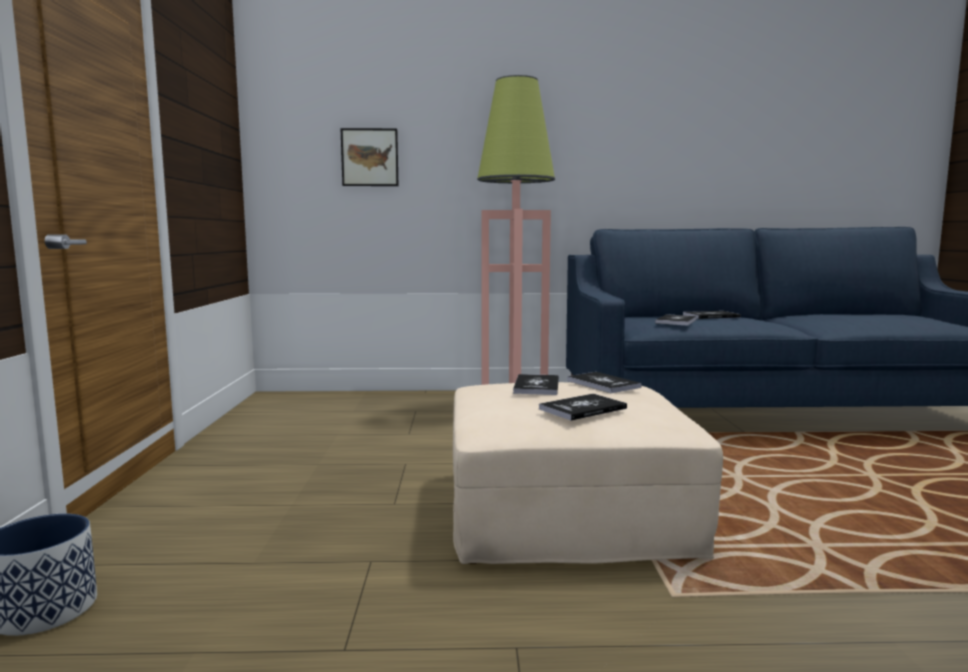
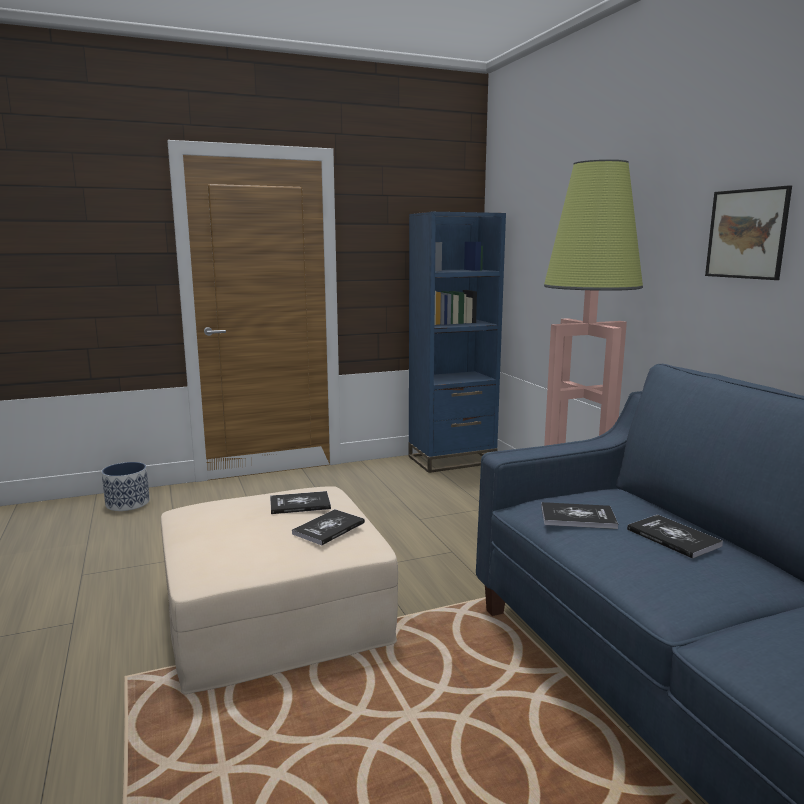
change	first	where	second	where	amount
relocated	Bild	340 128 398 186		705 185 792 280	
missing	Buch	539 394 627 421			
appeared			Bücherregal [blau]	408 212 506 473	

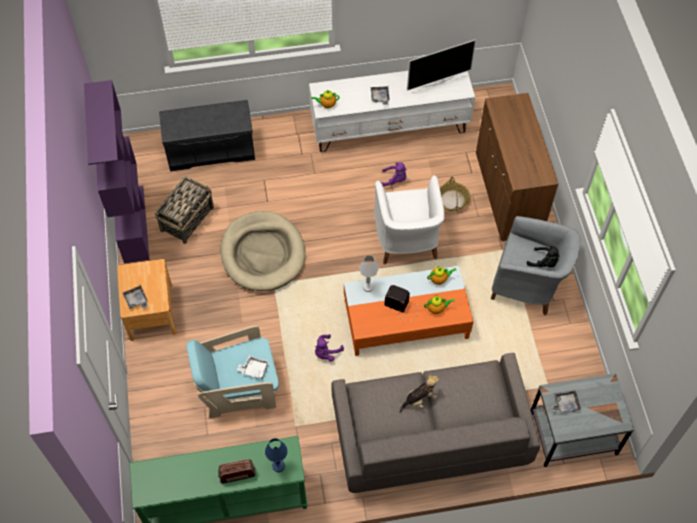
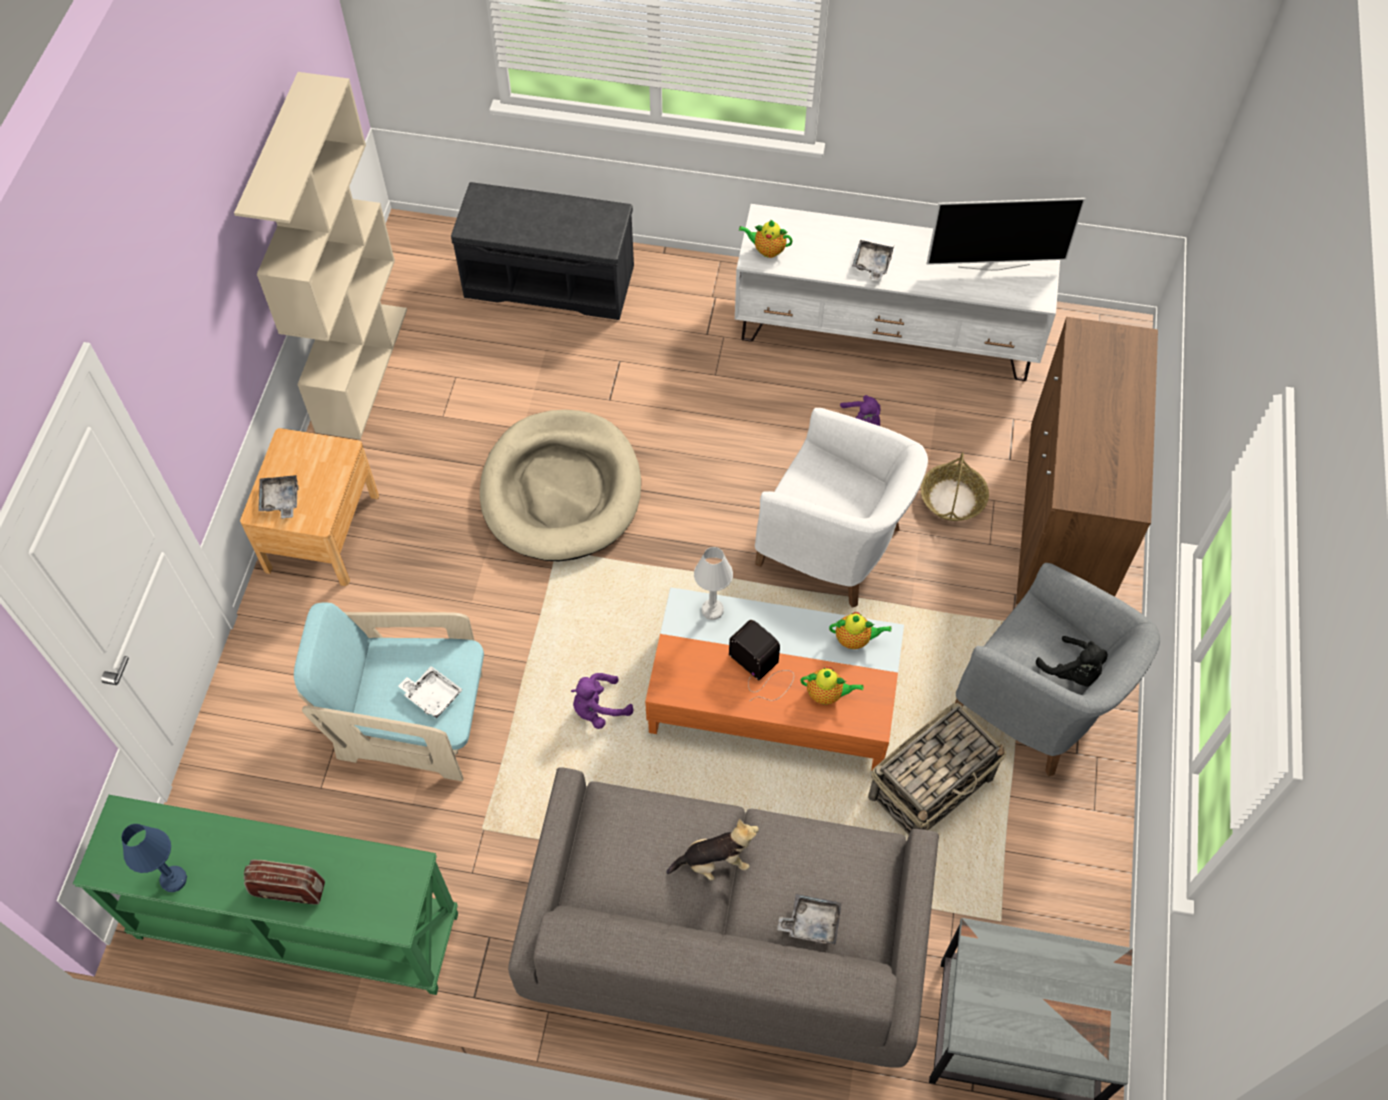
change	first	where	second	where	amount
colour	Bücherregal [lila]	84 80 149 263	Bücherregal [beige]	234 72 407 440	
spun	Sessel [weiß]	374 175 444 264		755 408 928 608	75 degrees counterclockwise
relocated	Korb	155 176 214 244		868 703 1006 835	
relocated	Tablett [grau]	551 390 581 413		777 894 842 945	
relocated	Tischlampe [blau]	265 438 288 472		121 824 187 892	

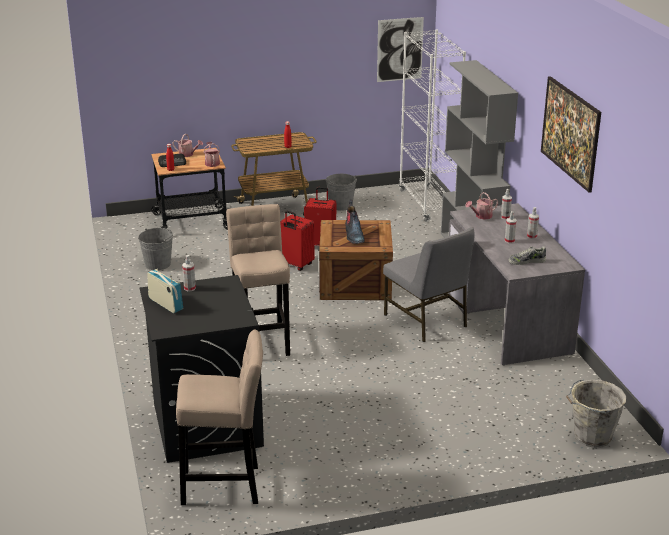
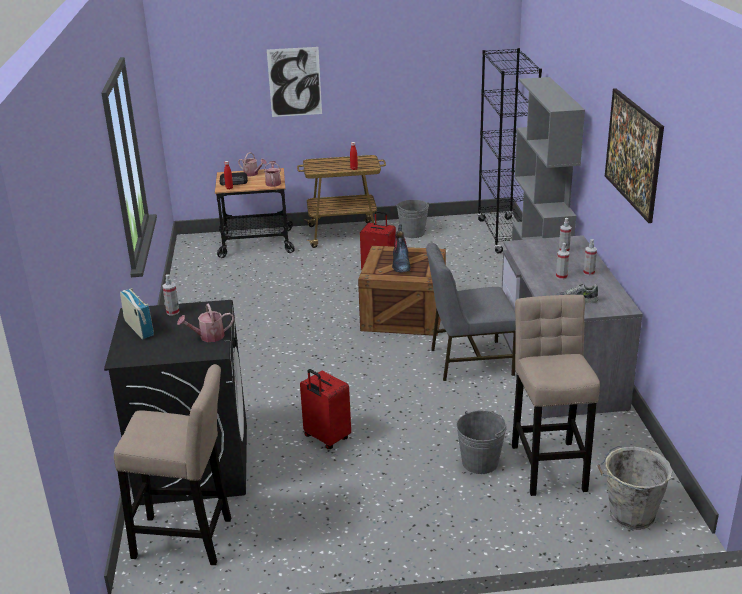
change	first	where	second	where	amount
relocated	Bild	377 17 424 82		267 47 322 117	
colour	Bücherregal [weiß]	399 29 466 222	Bücherregal [schwarz]	477 48 542 253	
relocated	Gießkanne	465 192 498 220		177 303 234 342	
relocated	Hocker [beige]	226 204 290 356		512 295 600 496	
relocated	Koffer [rot]	280 211 315 271		300 369 351 449	
spun	Stuhl [grau]	383 227 475 342		426 243 516 381	105 degrees clockwise
relocated	Eimer [grau]	138 228 173 270		456 410 507 474	

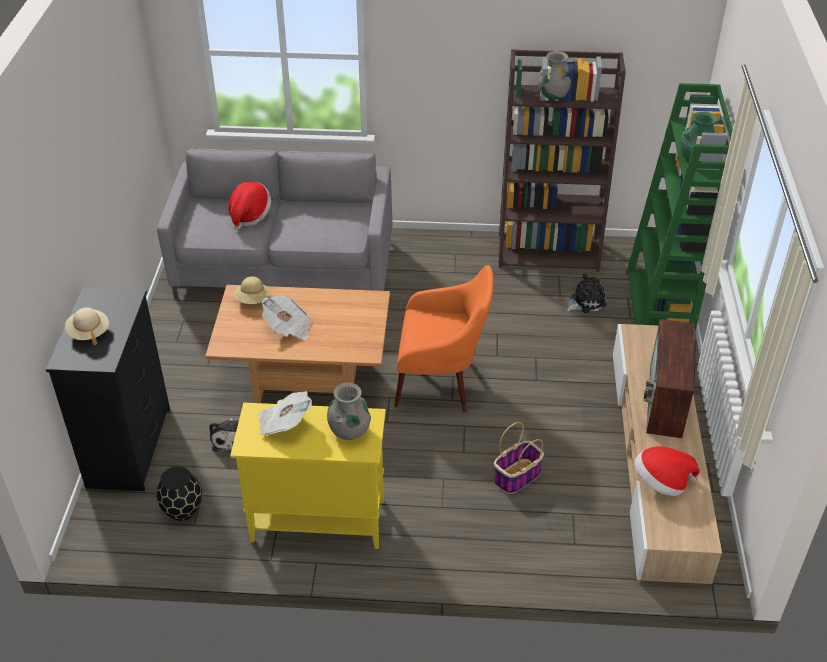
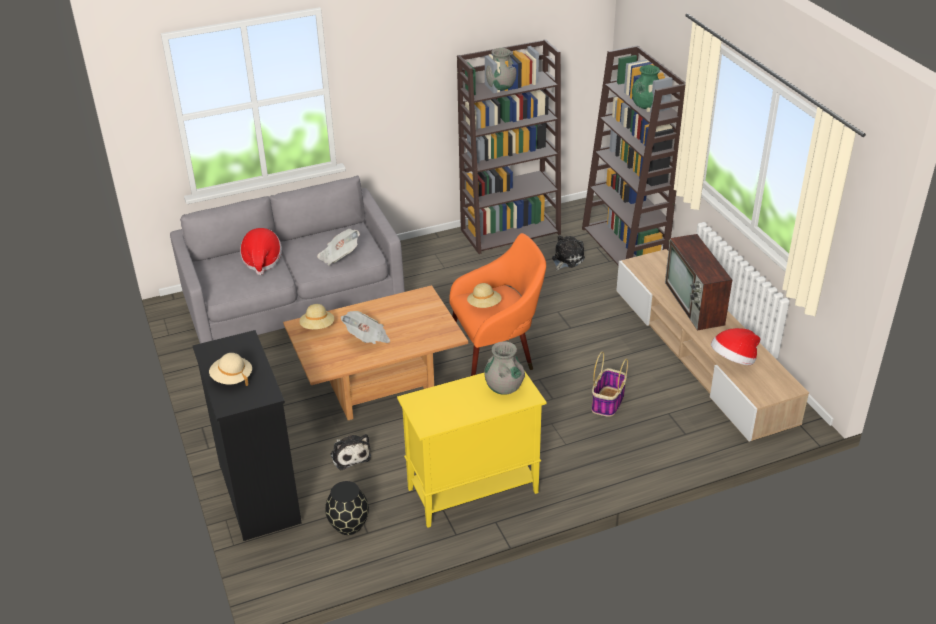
change	first	where	second	where	amount
colour	Bücherregal [grün]	626 83 733 332	Bücherregal [braun]	582 45 686 266	
relocated	Zeitung	258 391 312 435		317 229 360 265	
appeared			Hut [beige]	467 283 502 308	

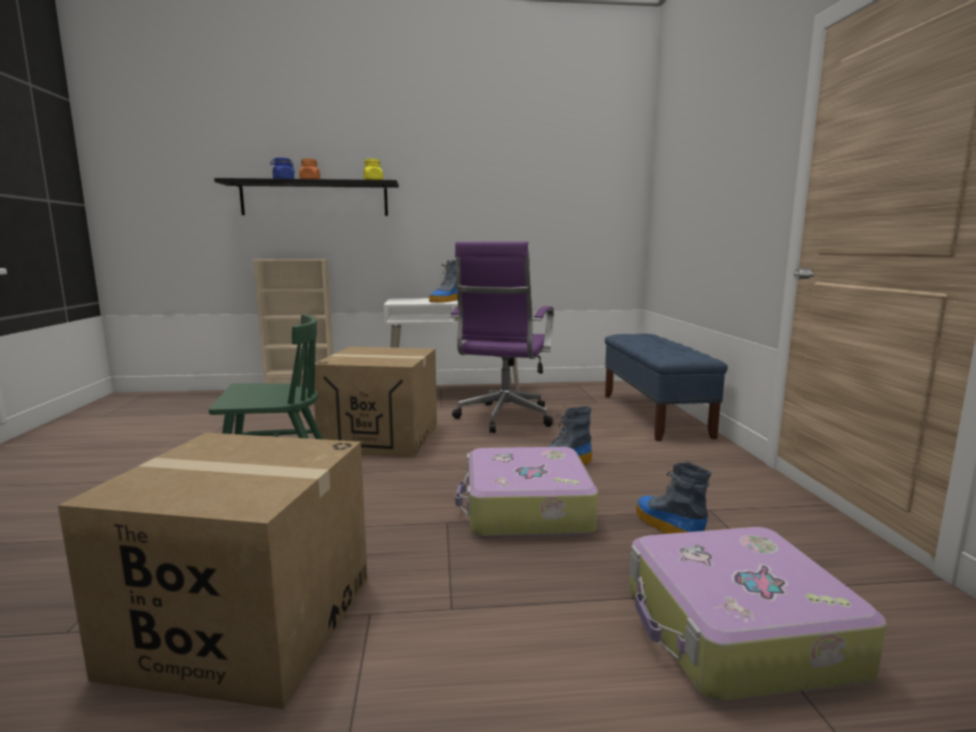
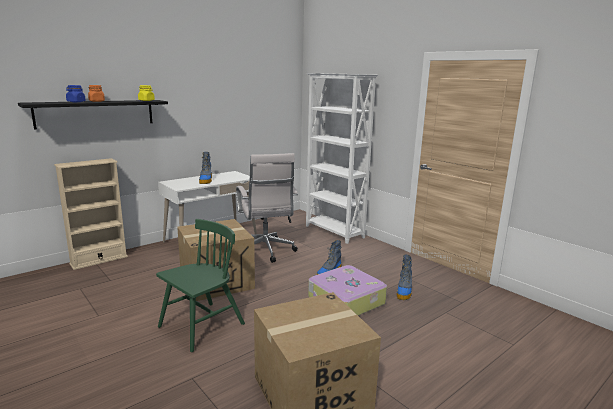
change	first	where	second	where	amount
colour	Bürostuhl [lila]	450 242 554 433	Bürostuhl [weiß]	236 153 298 263	
exchanged	Bank [blau]	605 334 728 441	Bücherregal [weiß]	306 73 378 244	
spun	Stiefel	636 462 712 534		397 255 412 300	105 degrees counterclockwise
missing	Koffer	629 527 887 701			

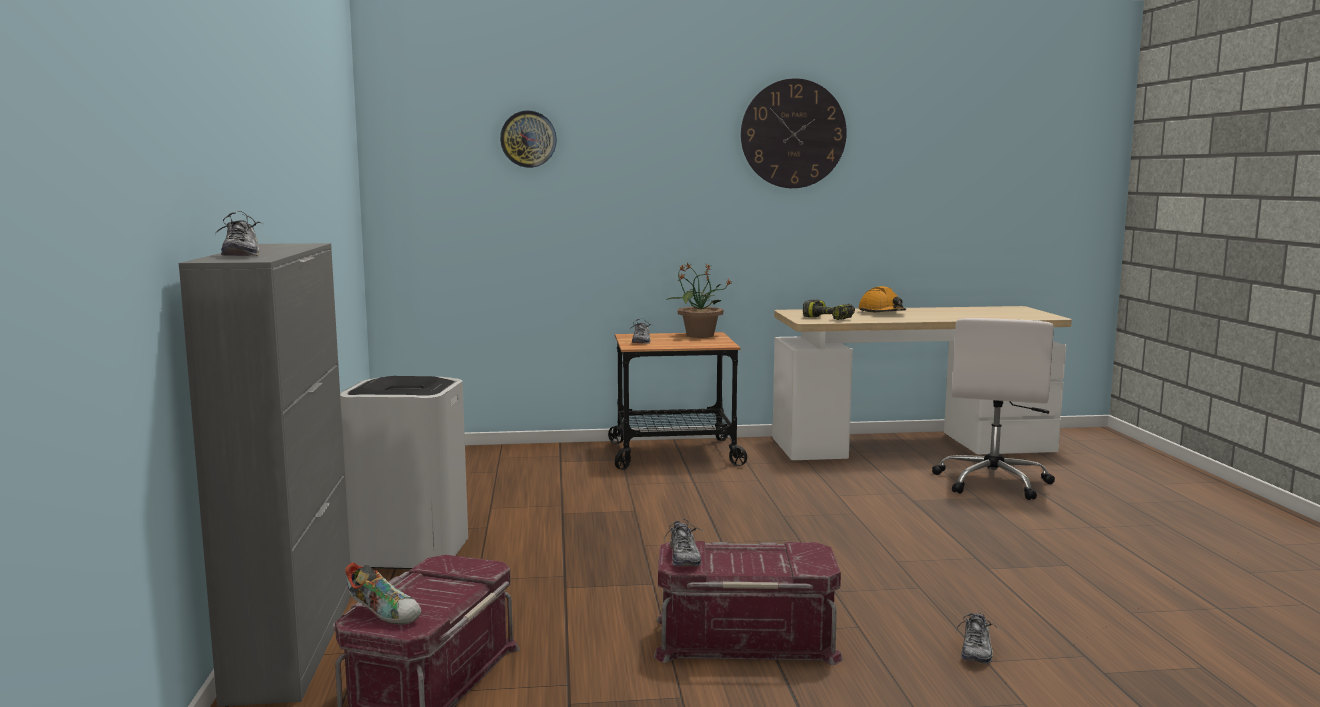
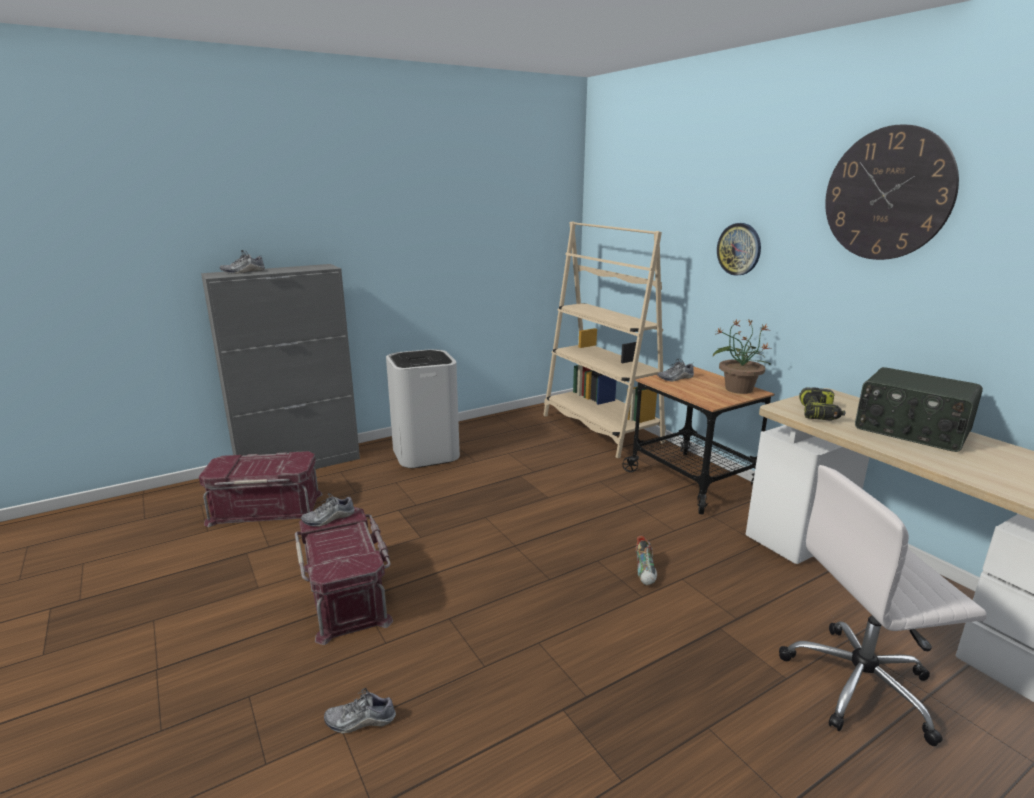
change	first	where	second	where	amount
relocated	Wanduhr	500 111 557 168		717 223 761 276	
exchanged	Schutzhelm [orange]	858 286 906 312	Radio	855 367 983 452	
relocated	Schuh	345 563 422 625		636 536 657 585	
appeared			Bücherregal [beige]	543 221 666 458	

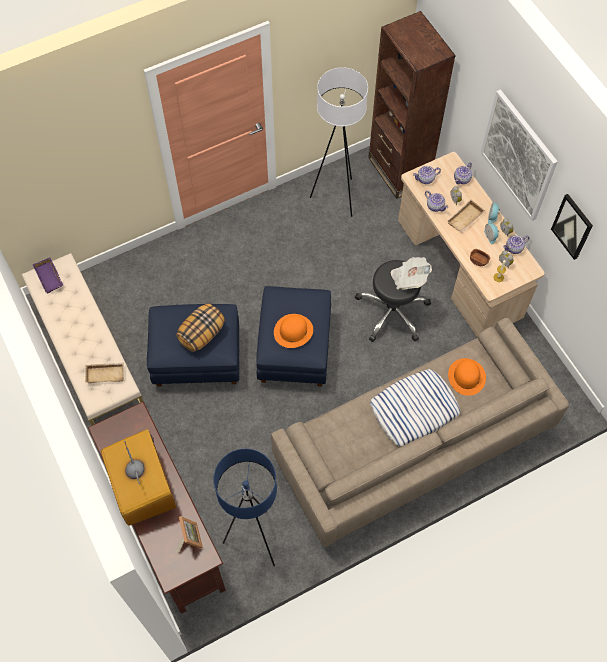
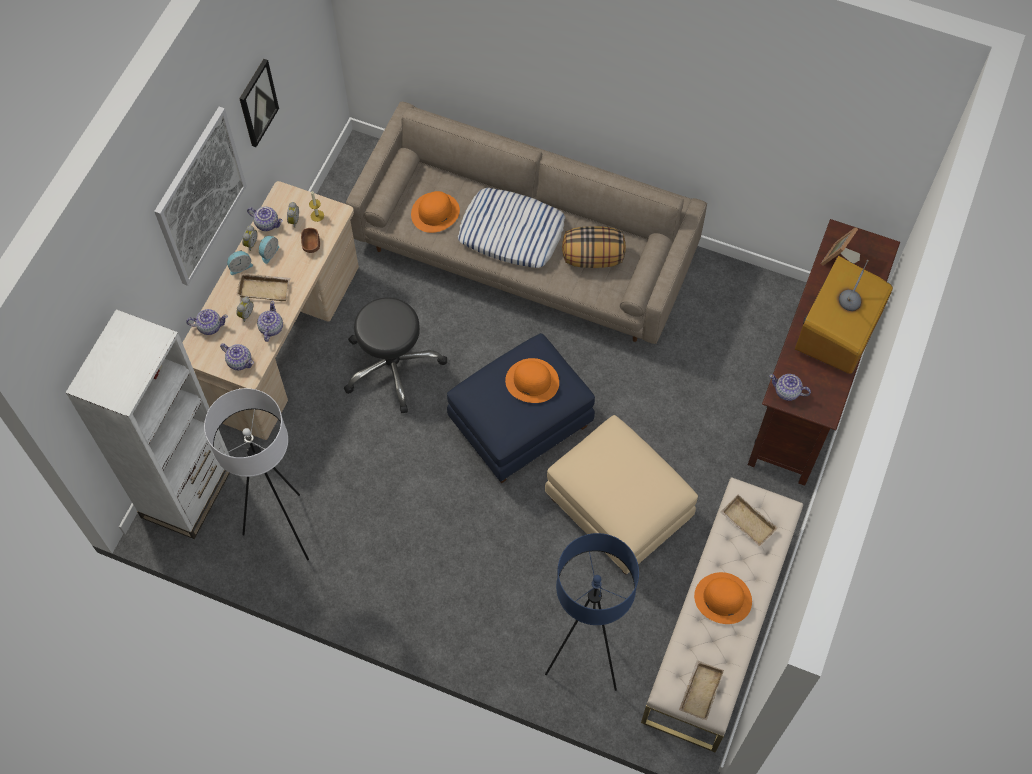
change	first	where	second	where	amount
colour	Bücherregal [braun]	368 11 456 199	Bücherregal [weiß]	65 309 230 539	
colour	Tablett [lila]	33 257 64 293	Tablett [beige]	679 660 724 720	
missing	Zeitung	391 257 432 290			
relocated	Kissen	176 303 225 352		562 226 626 268	
colour	Polsterhocker [blau]	147 304 240 387	Polsterhocker [beige]	545 415 698 575	
relocated	Stehlampe [blau]	213 449 277 566		545 533 639 691	
appeared			Teekanne	769 374 811 401	
appeared			Hut [orange]	694 572 752 624	

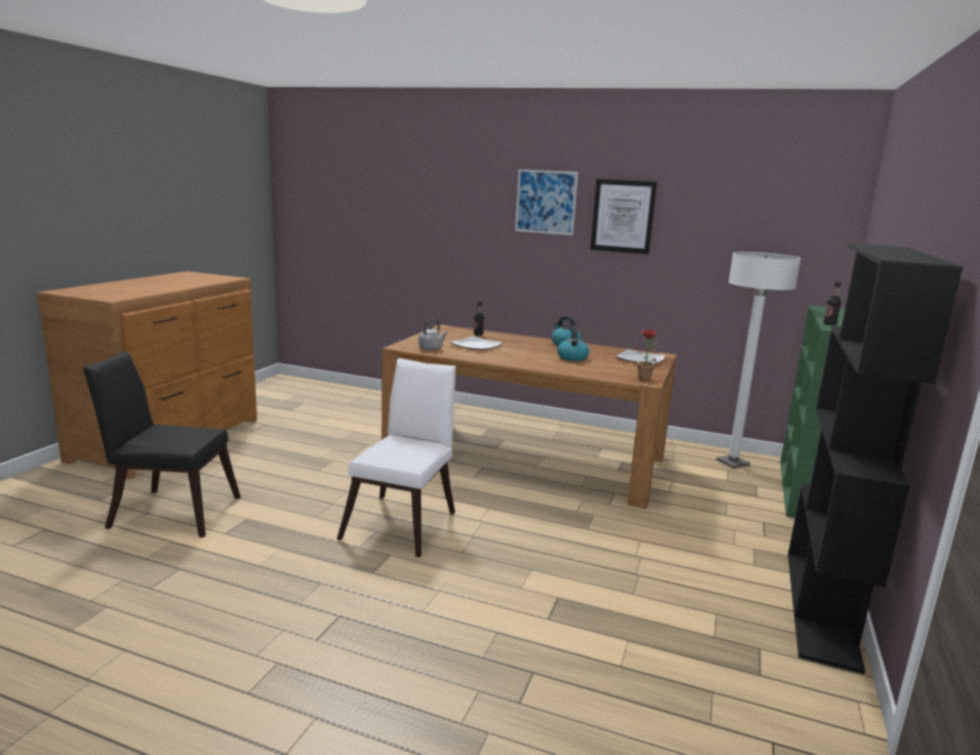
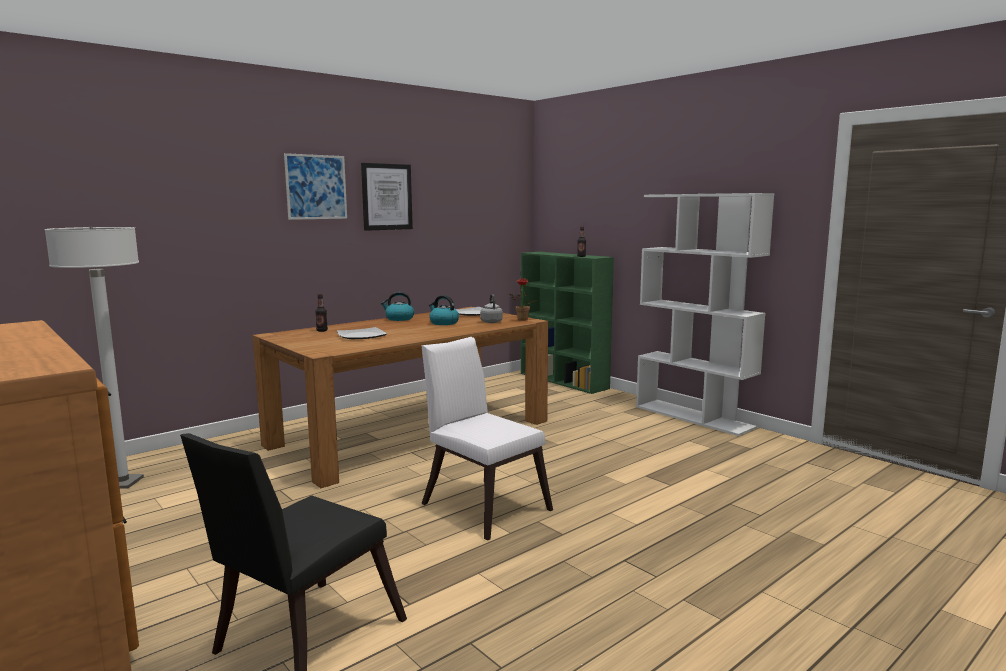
change	first	where	second	where	amount
colour	Bücherregal [schwarz]	788 243 963 674	Bücherregal [weiß]	636 193 774 436	
relocated	Stehlampe [weiß]	716 252 801 468		44 227 144 489	
relocated	Wasserkessel [grau]	419 319 448 350		480 294 503 323	

